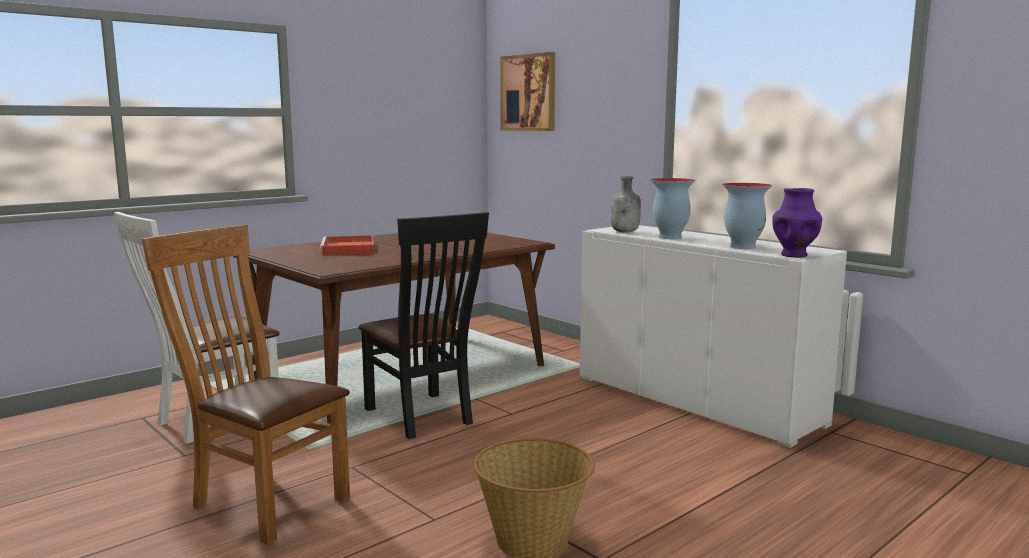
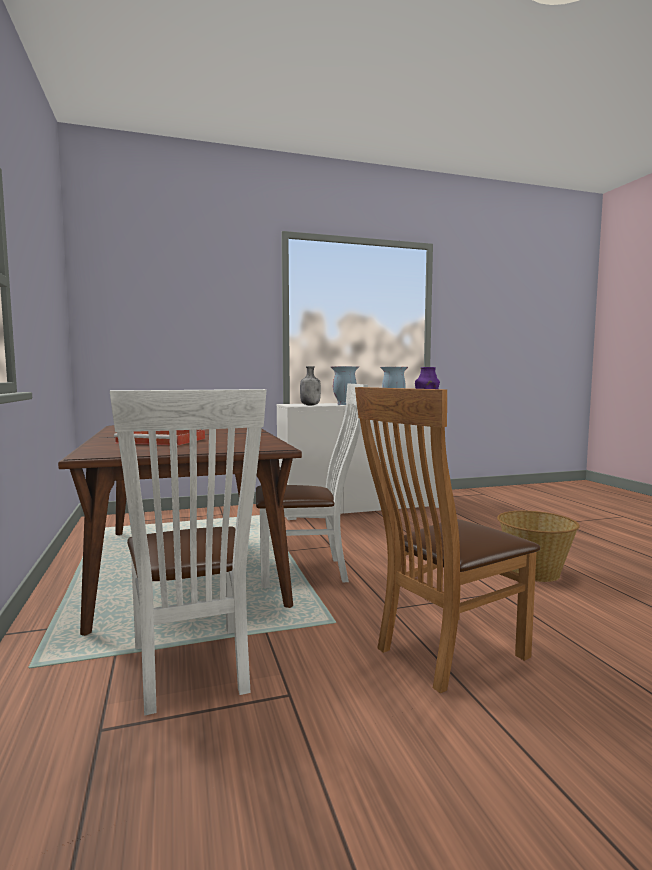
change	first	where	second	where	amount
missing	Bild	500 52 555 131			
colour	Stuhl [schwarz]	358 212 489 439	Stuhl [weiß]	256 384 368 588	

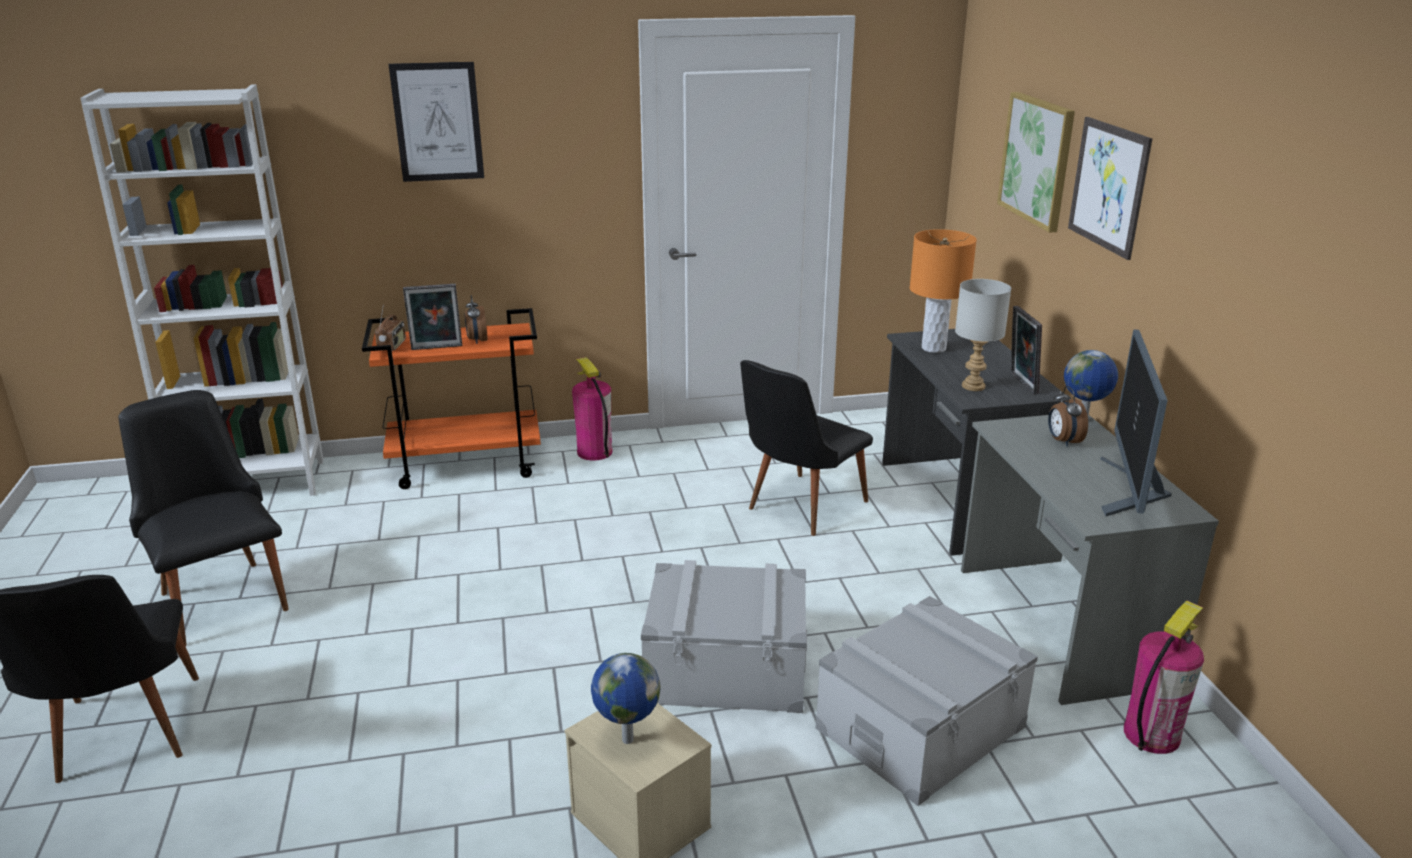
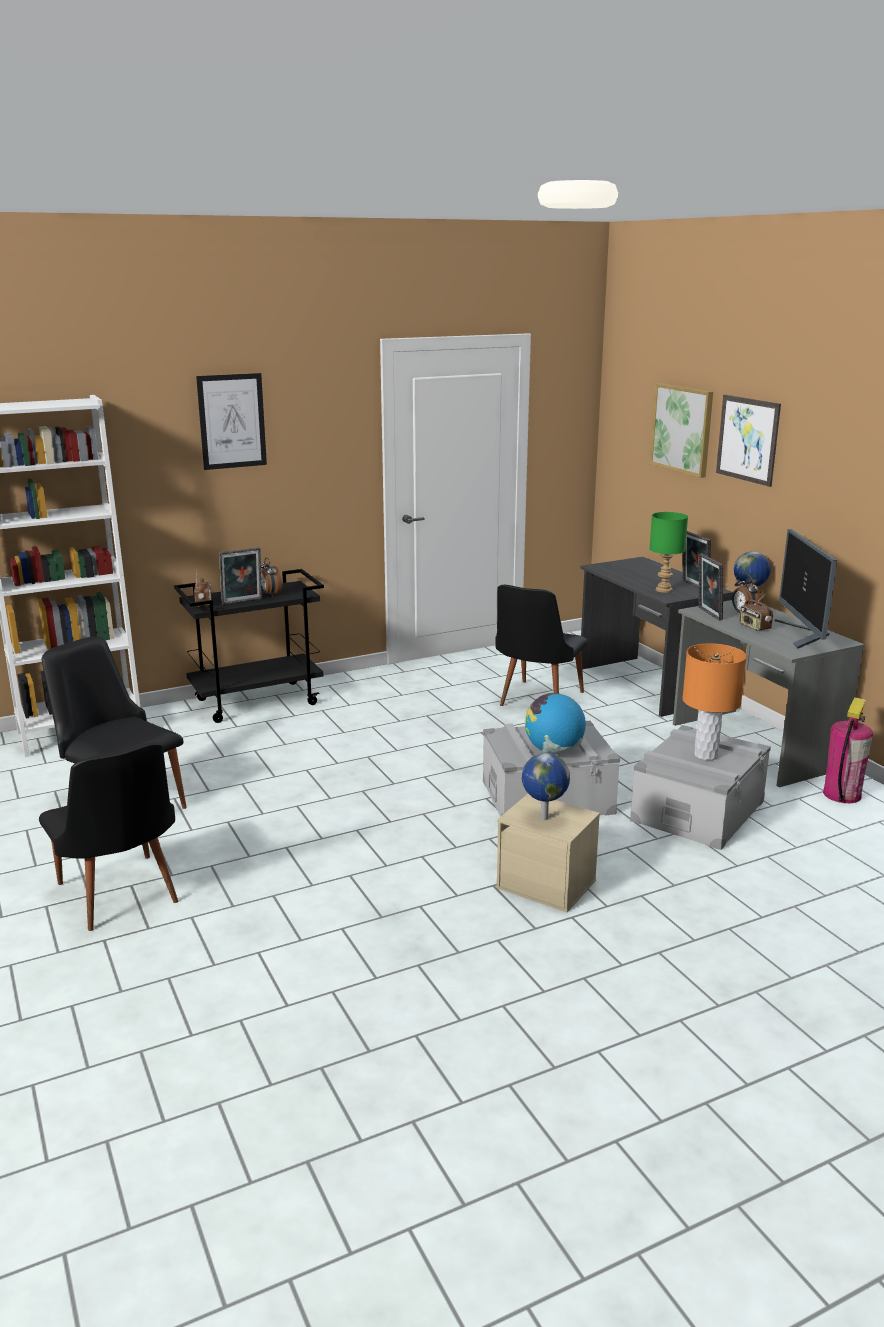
change	first	where	second	where	amount
relocated	Tischlampe [orange]	910 229 977 353		682 643 747 760	
colour	Tischlampe [grau]	955 279 1011 391	Tischlampe [grün]	649 512 688 593	
colour	Rollwagen [orange]	362 308 541 489	Rollwagen [schwarz]	174 569 324 723	
missing	Feuerlöscher	572 357 612 460			
appeared			Bilderrahmen	699 554 723 620	
appeared			Radio	739 592 773 631	
appeared			Globus	525 693 586 755	

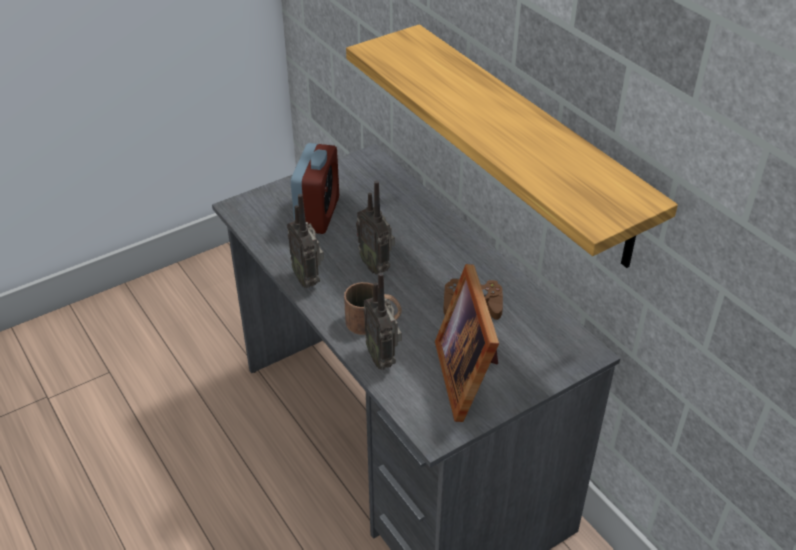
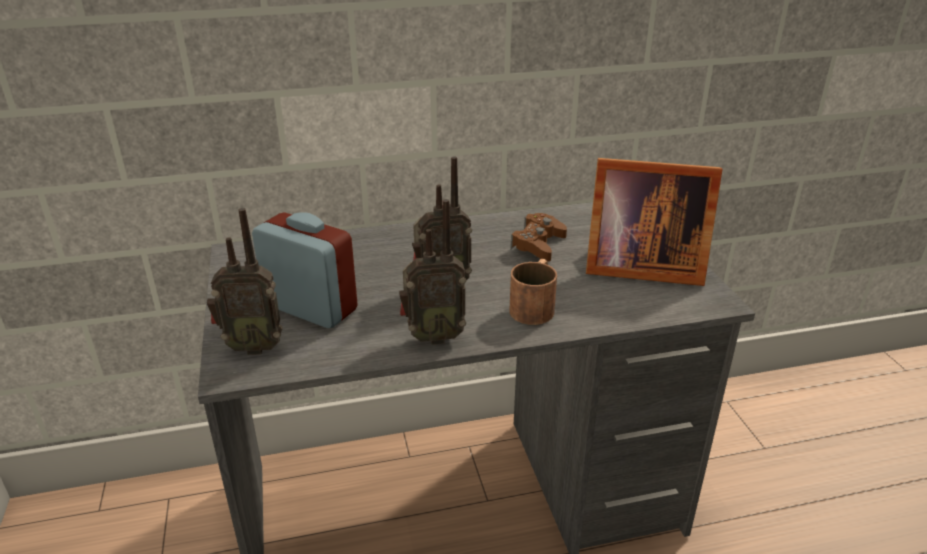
change	first	where	second	where	amount
missing	Wandregal	346 24 678 268			
relocated	Radio	364 272 402 370		207 208 283 355	

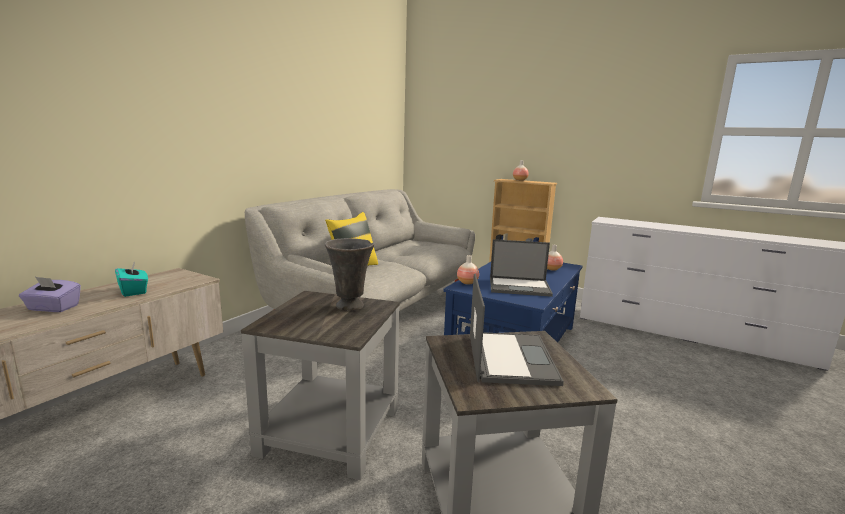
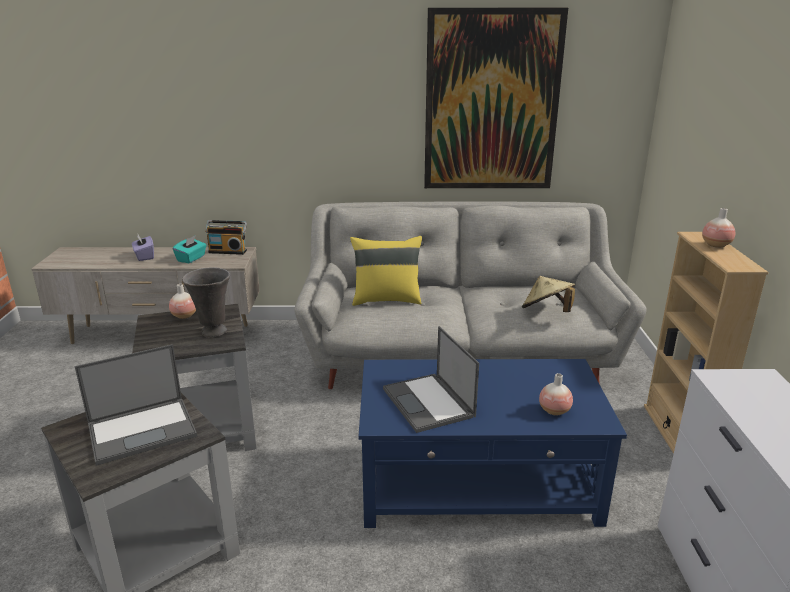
change	first	where	second	where	amount
relocated	Vase	457 255 479 284		169 284 196 319	
appeared			Bild	424 8 568 188	
appeared			Radio	205 220 247 255	
appeared			Hut [beige]	522 276 575 312	

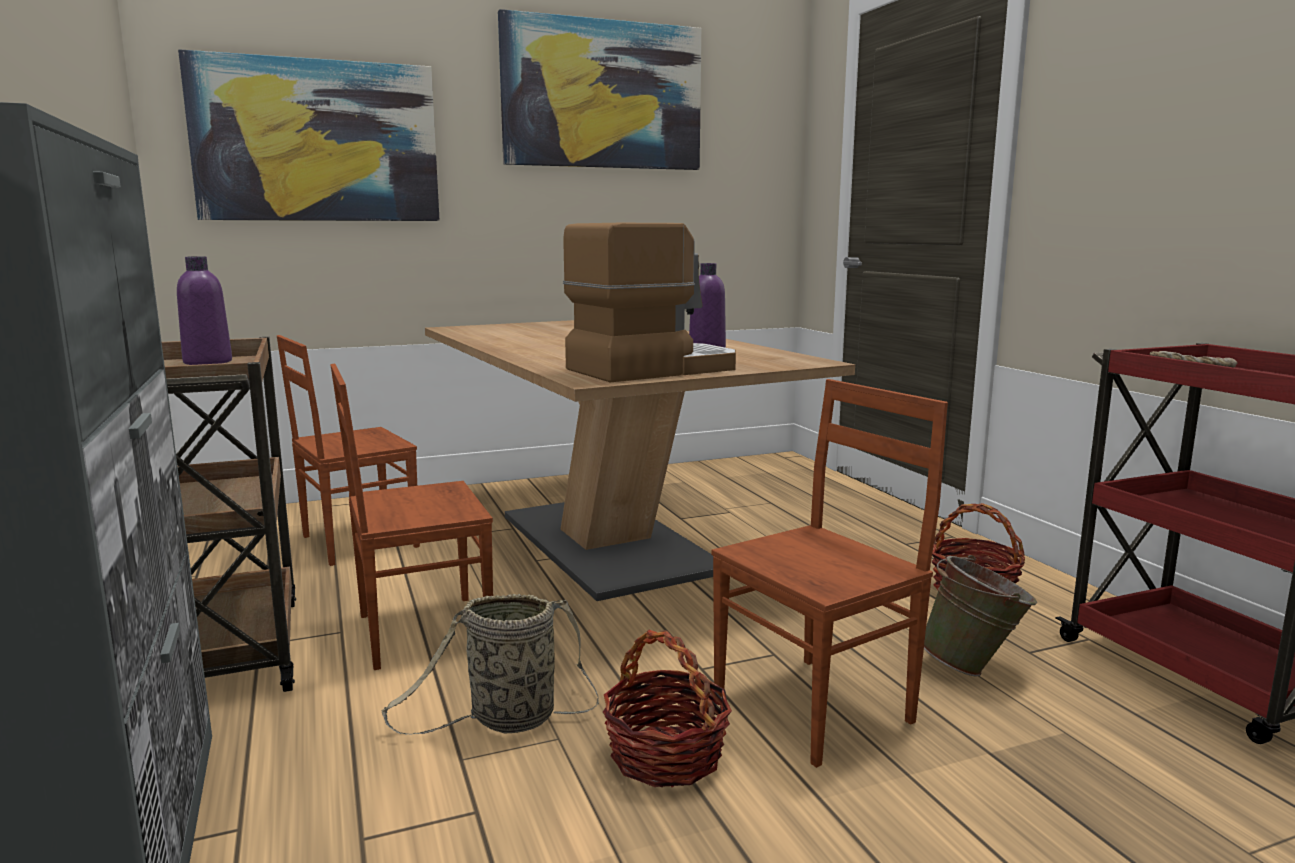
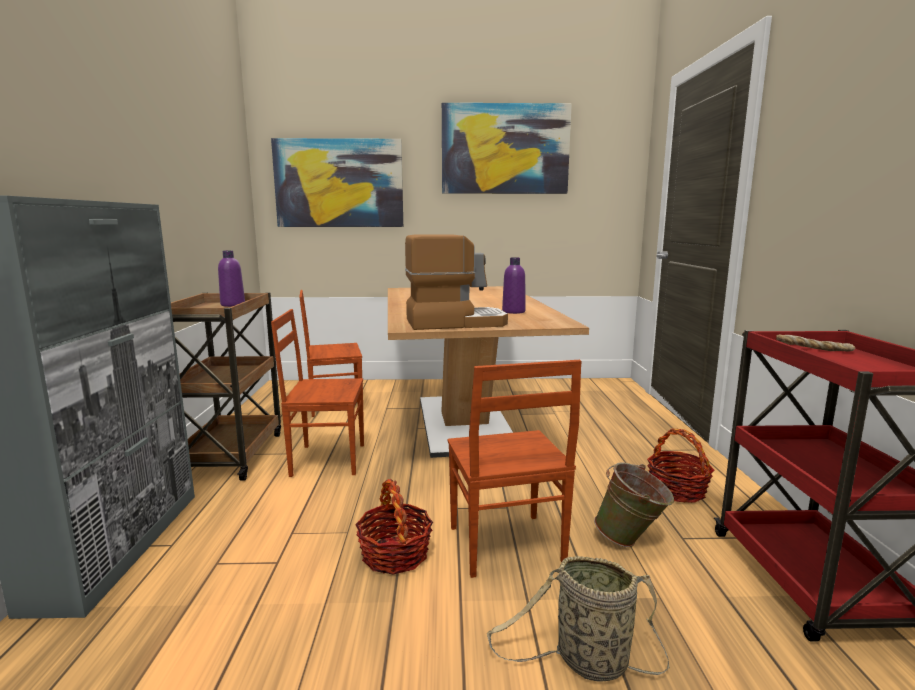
change	first	where	second	where	amount
spun	Stuhl [braun]	711 379 948 768		448 360 582 578	90 degrees clockwise
relocated	Korb	382 594 599 735		487 556 669 682	

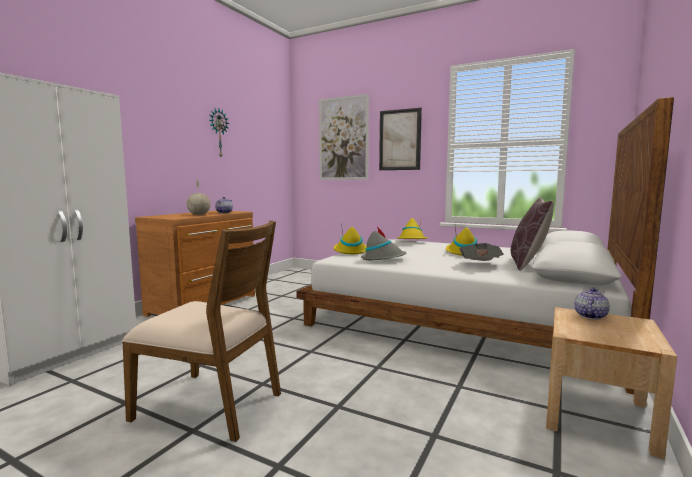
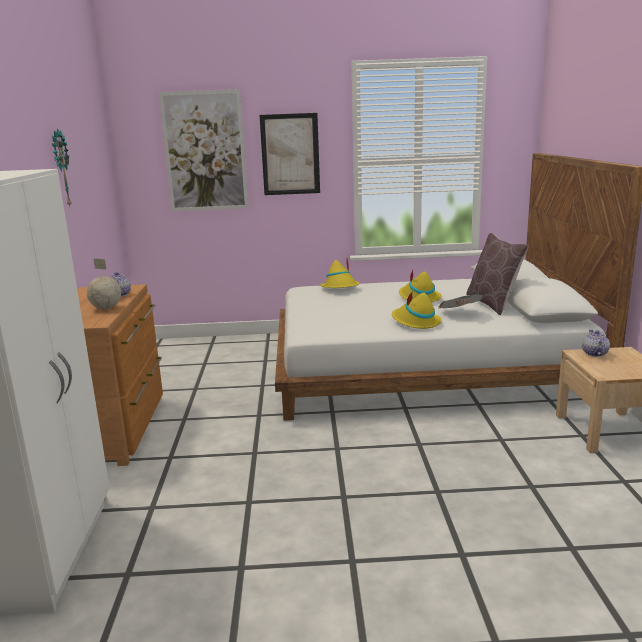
change	first	where	second	where	amount
missing	Stuhl [braun]	122 220 281 442			
relocated	Hut [gelb]	333 224 366 254		392 291 442 329	
missing	Hut [grau]	361 227 406 260			

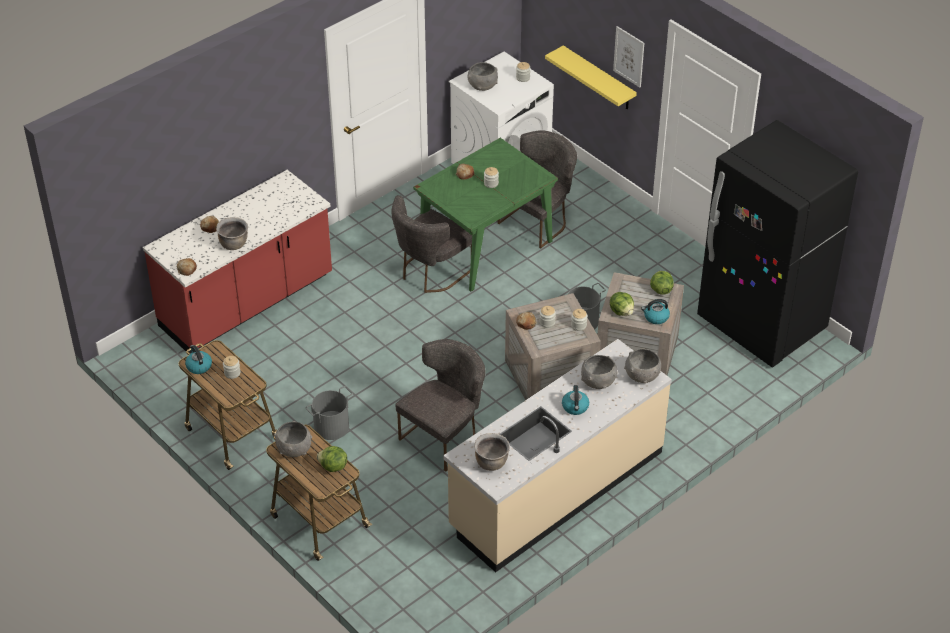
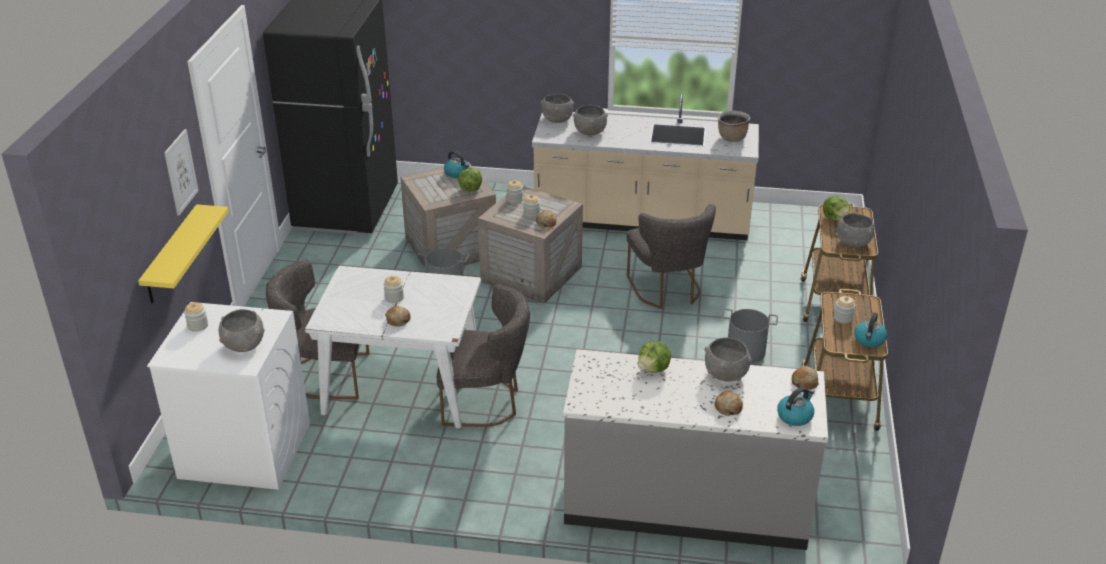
change	first	where	second	where	amount
colour	Esstisch [grün]	413 138 558 291	Esstisch [weiß]	305 266 481 429	
colour	Küchenzeile [rot]	143 170 332 353	Küchenzeile [grau]	563 349 828 550	
exchanged	Kochtopf [braun]	216 217 248 250	Schüssel [grau]	704 338 752 382	
relocated	Salatkopf	650 271 674 295		638 341 672 373	
spun	Stuhl [grau]	396 339 485 472		627 204 716 309	105 degrees counterclockwise
relocated	Wasserkessel	562 385 589 415		777 387 814 426	

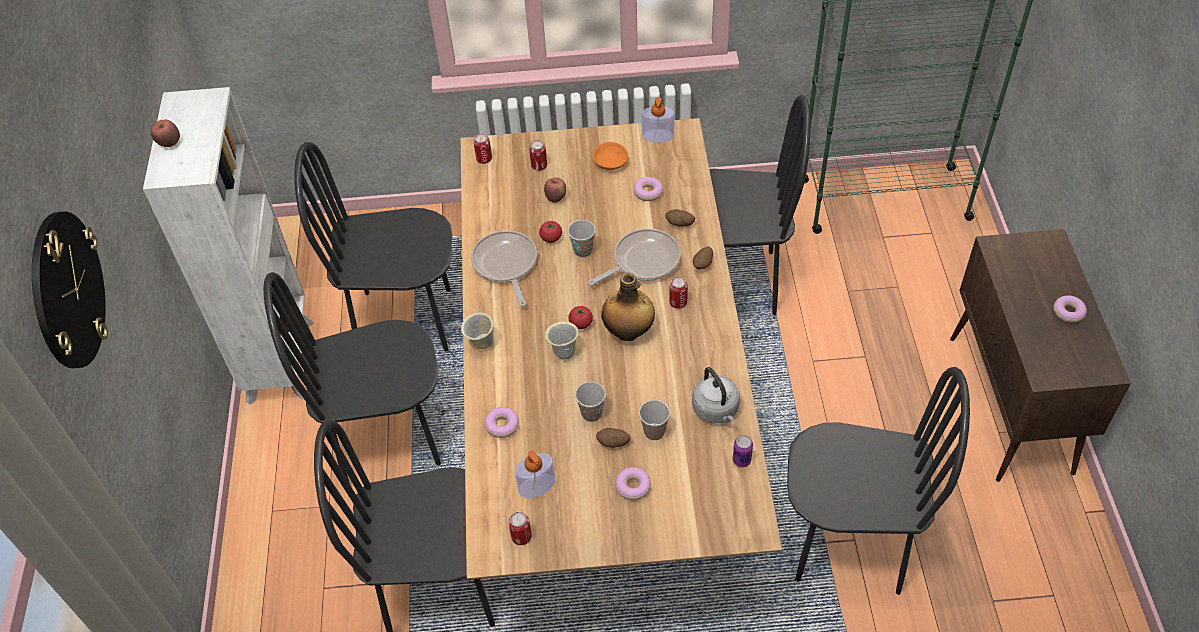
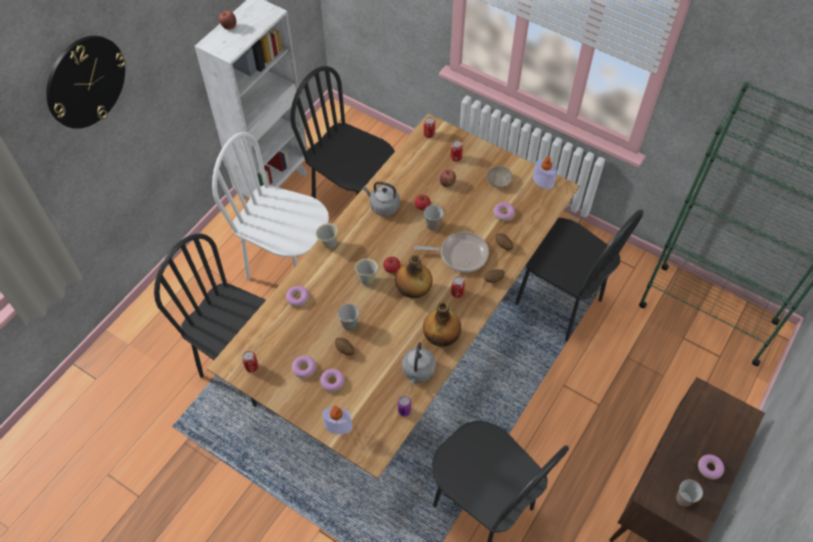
change	first	where	second	where	amount
colour	Schüssel [orange]	593 142 629 170	Schüssel [beige]	487 166 513 188	
exchanged	Pfanne	471 230 537 306	Wasserkessel [grau]	363 181 400 216	
colour	Stuhl [schwarz]	263 272 441 484	Stuhl [weiß]	212 132 329 280	
relocated	Tasse	639 400 670 440		676 480 703 507	
relocated	Seifenspender	515 450 555 498		322 406 352 434	
appeared			Flasche	423 302 461 347	
appeared			Donut	292 356 316 379	

